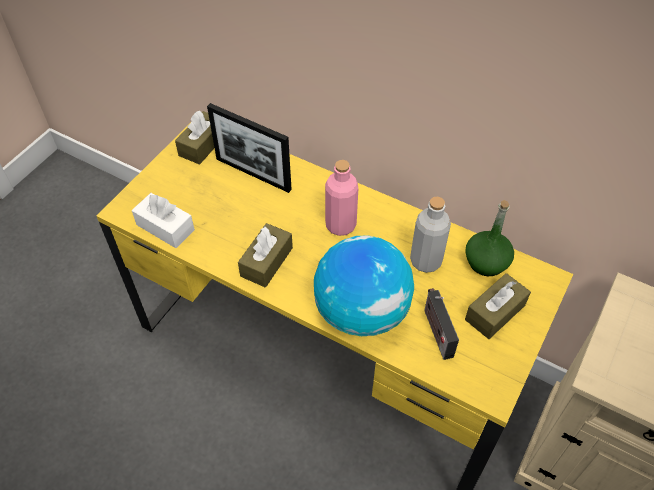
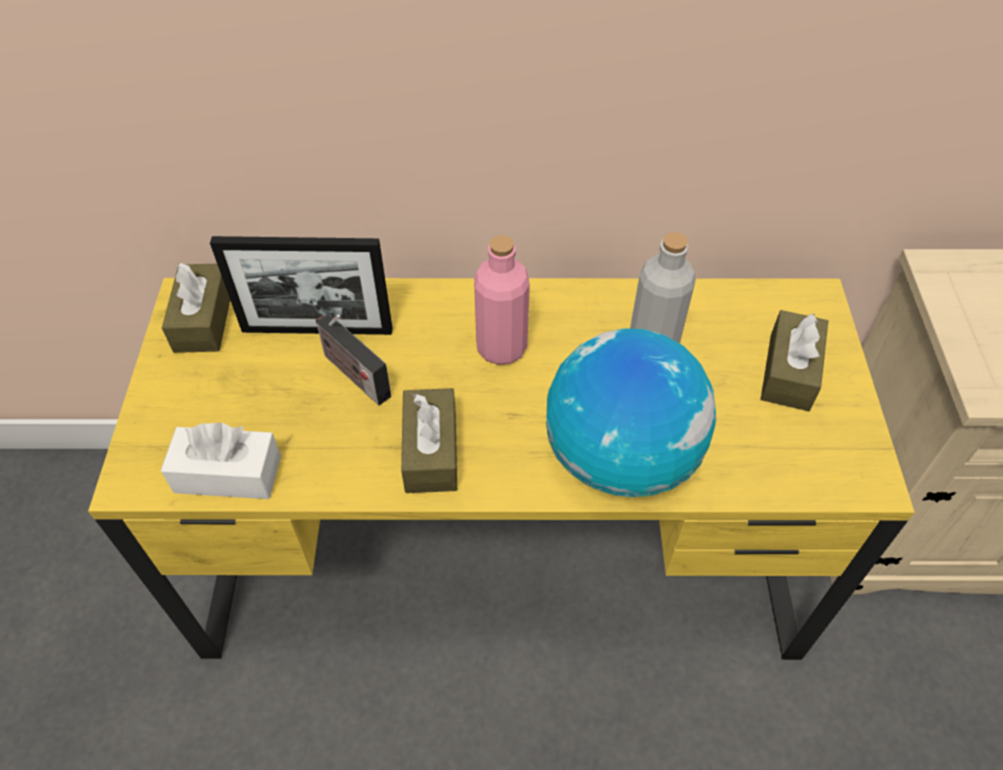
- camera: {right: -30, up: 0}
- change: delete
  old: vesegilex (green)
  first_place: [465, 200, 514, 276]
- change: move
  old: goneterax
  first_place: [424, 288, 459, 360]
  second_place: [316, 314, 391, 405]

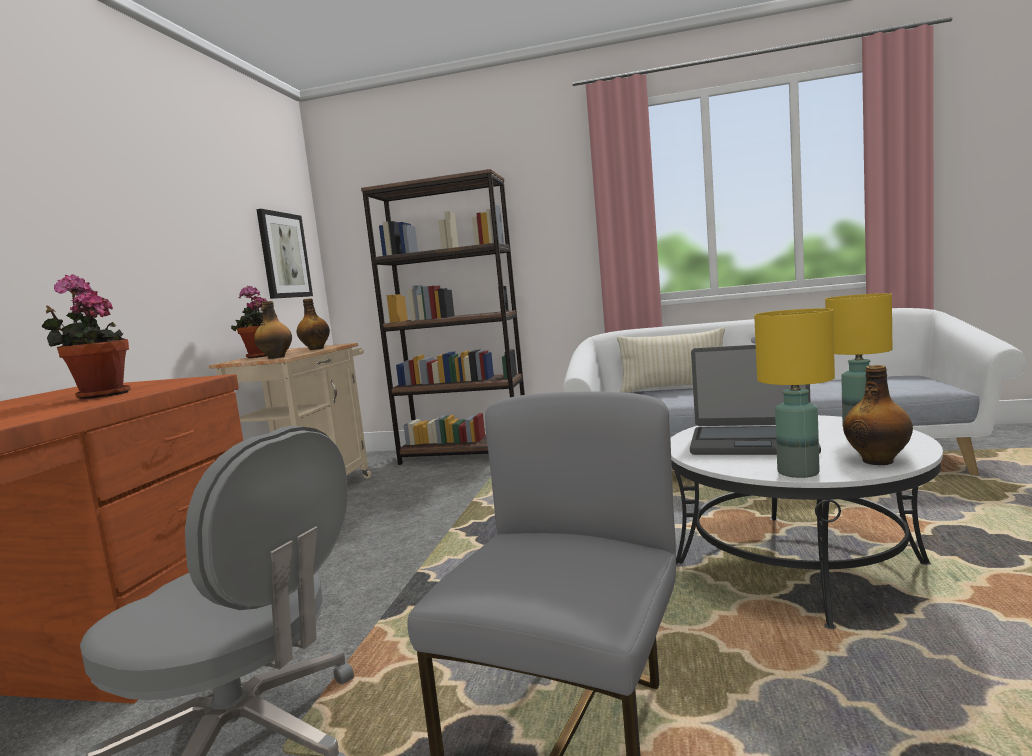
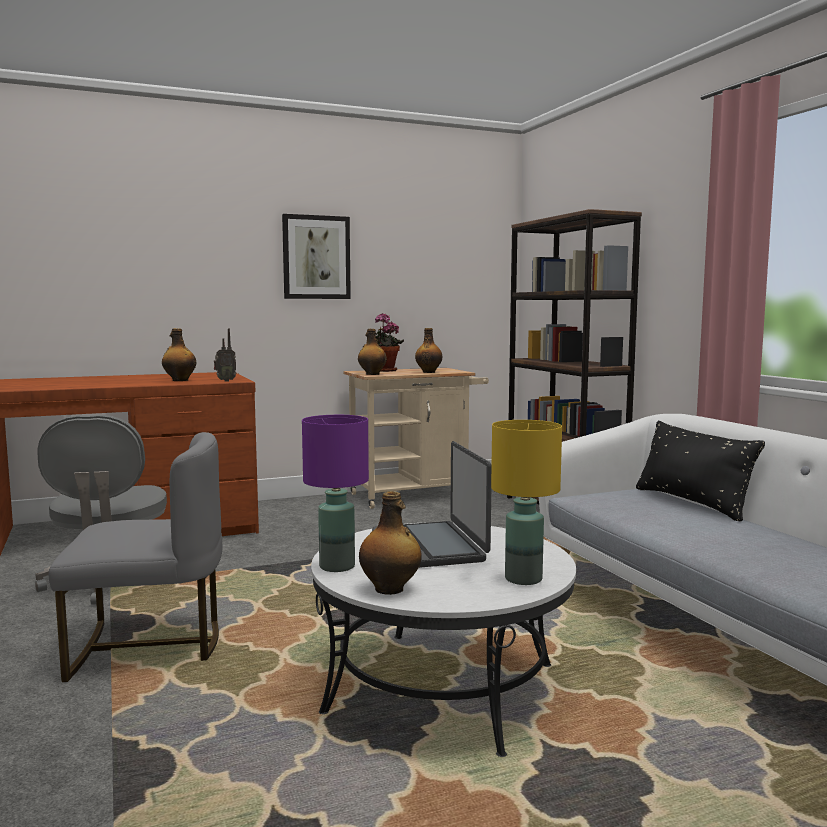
- camera: {right: 55, up: 0}
- change: insert
  new: goneterax
  second_place: [214, 329, 236, 382]
- change: move
  old: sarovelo
  first_place: [256, 209, 313, 299]
  second_place: [282, 214, 351, 299]
- change: replace
  old: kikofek
  new: vesegilex
  first_place: [42, 274, 131, 399]
  second_place: [162, 328, 196, 381]
- change: recolor
  old: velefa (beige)
  new: velefa (black)
  first_place: [617, 328, 725, 393]
  second_place: [636, 421, 765, 522]
- change: recolor
  old: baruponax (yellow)
  new: baruponax (purple)
  first_place: [754, 308, 835, 478]
  second_place: [302, 415, 369, 572]

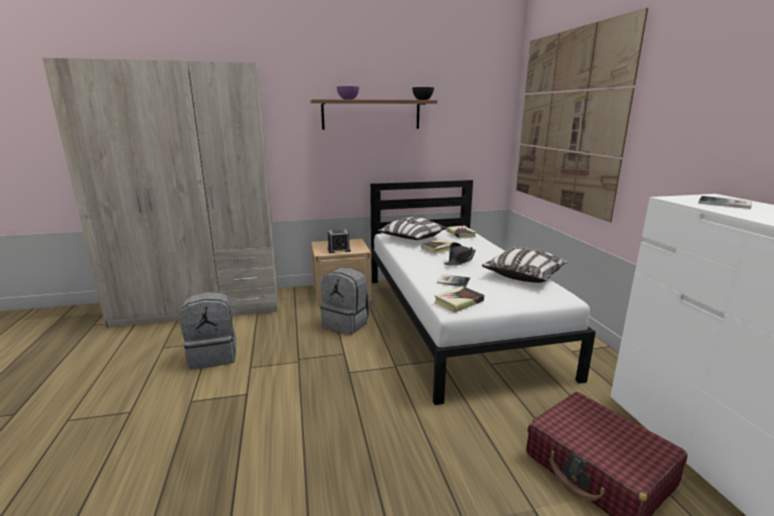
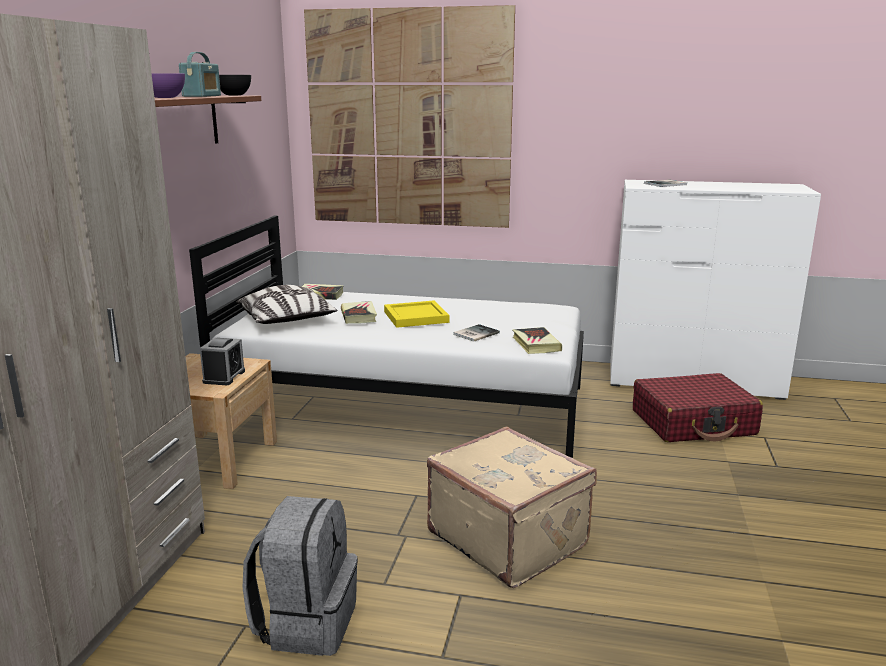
- camera: {right: -65, up: 0}
- change: delete
  old: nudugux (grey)
  first_place: [320, 268, 370, 335]
- change: delete
  old: velefa
  first_place: [482, 247, 568, 283]
- change: insert
  new: goneterax
  second_place: [179, 52, 221, 97]
- change: insert
  new: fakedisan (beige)
  second_place: [427, 426, 597, 588]
- change: replace
  old: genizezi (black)
  new: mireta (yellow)
  first_place: [444, 242, 476, 266]
  second_place: [384, 301, 449, 328]

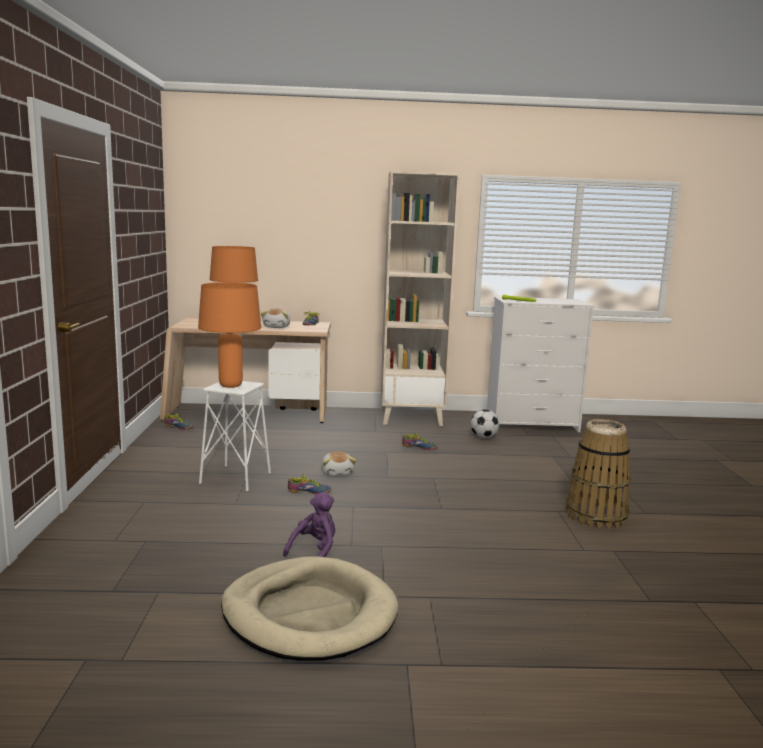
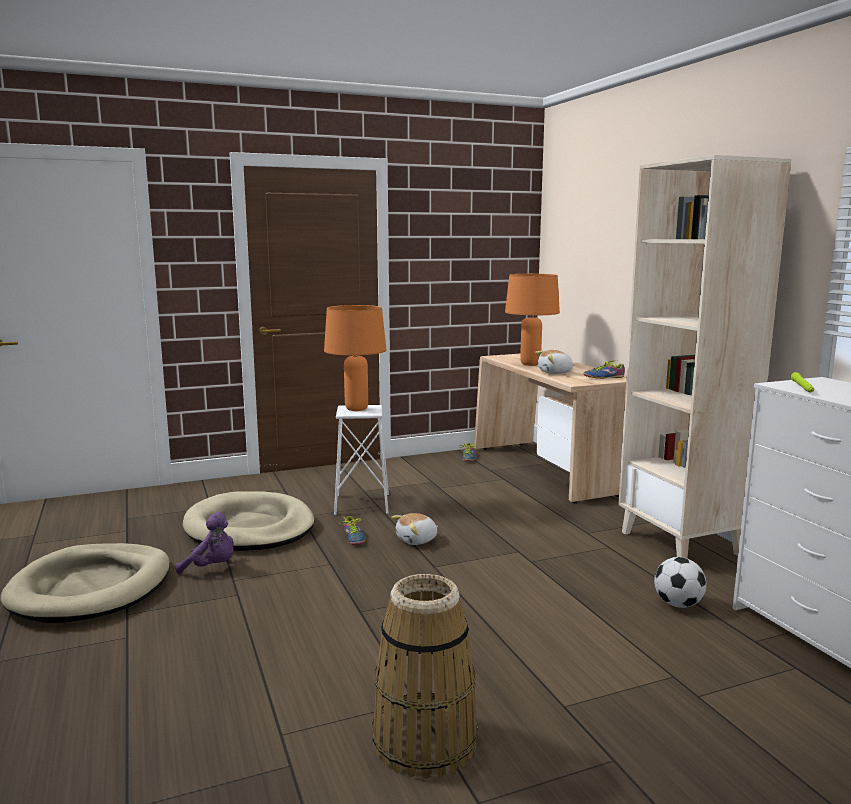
- camera: {right: 70, up: 0}
- change: delete
  old: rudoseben
  first_place: [402, 433, 437, 450]
- change: insert
  new: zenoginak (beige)
  second_place: [183, 491, 314, 551]

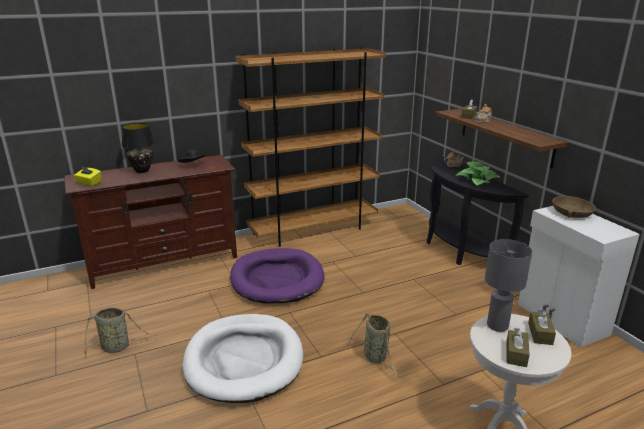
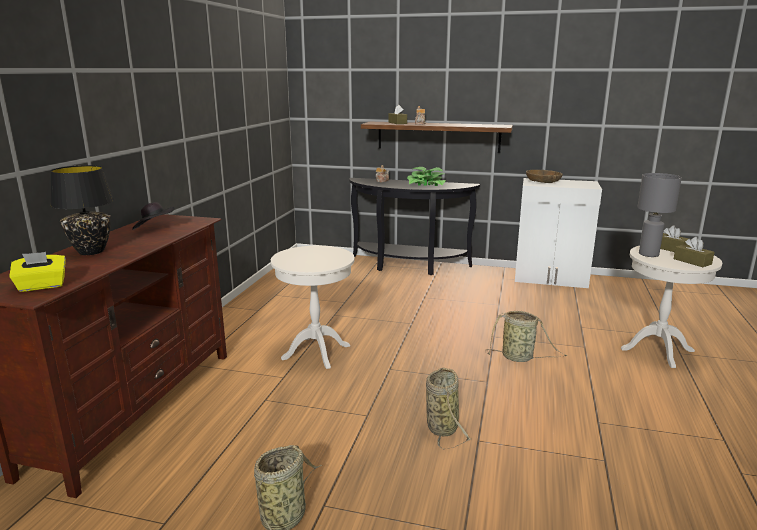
- camera: {right: -50, up: -5}
- change: delete
  old: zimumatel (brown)
  first_place: [235, 47, 386, 247]
- change: replace
  old: zenoginak (white)
  new: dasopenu
  first_place: [183, 314, 303, 403]
  second_place: [426, 368, 472, 449]
- change: replace
  old: zenoginak (purple)
  new: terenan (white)
  first_place: [230, 248, 325, 303]
  second_place: [271, 246, 354, 369]

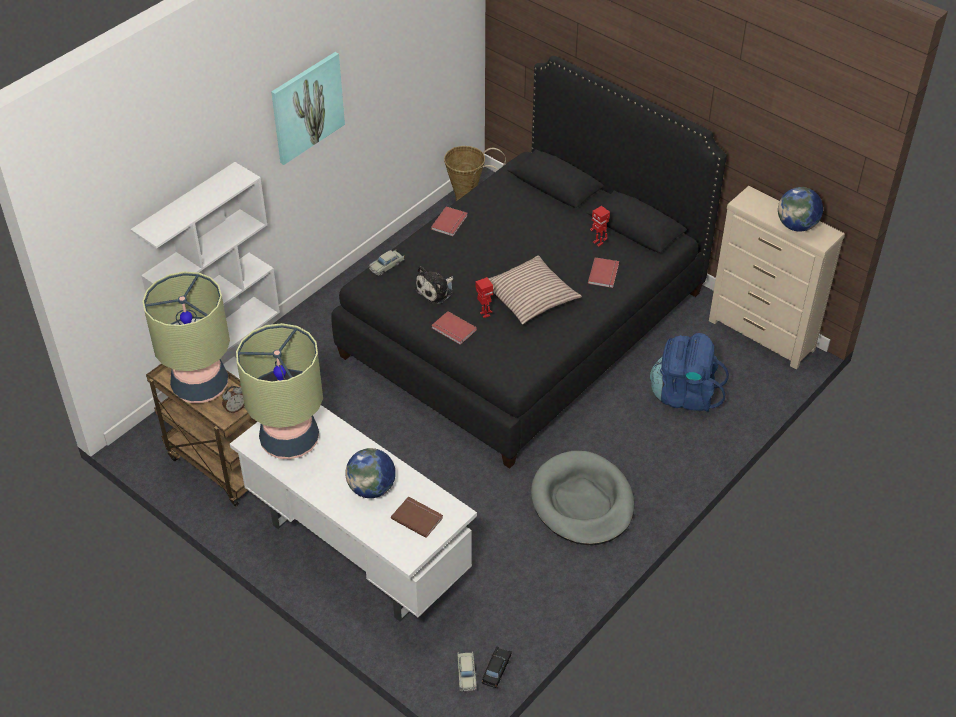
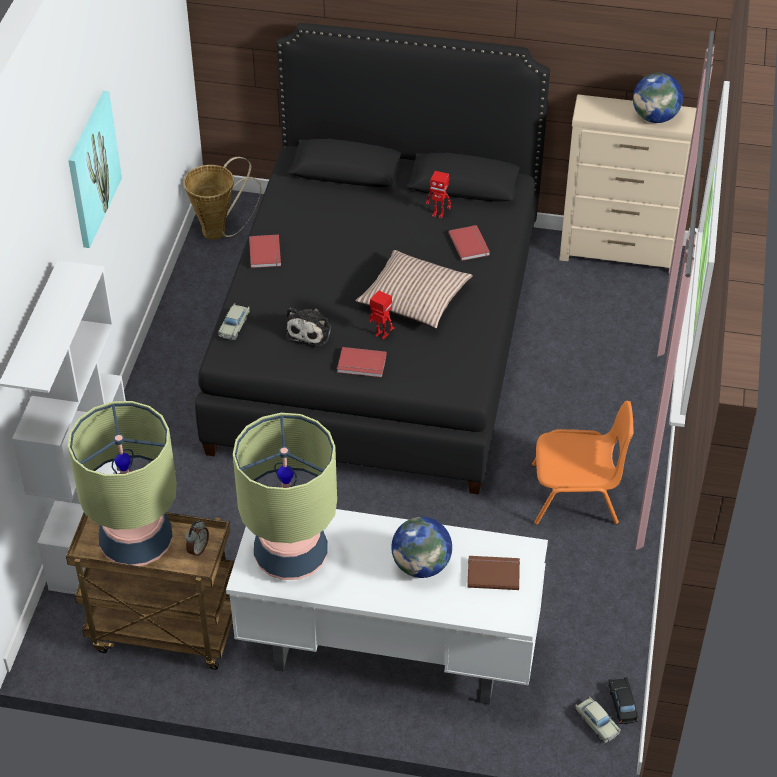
- camera: {right: -30, up: 0}
- change: delete
  old: nudugux (blue)
  first_place: [650, 333, 729, 412]
- change: replace
  old: zenoginak (grey)
  new: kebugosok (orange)
  first_place: [531, 451, 634, 545]
  second_place: [532, 401, 634, 525]

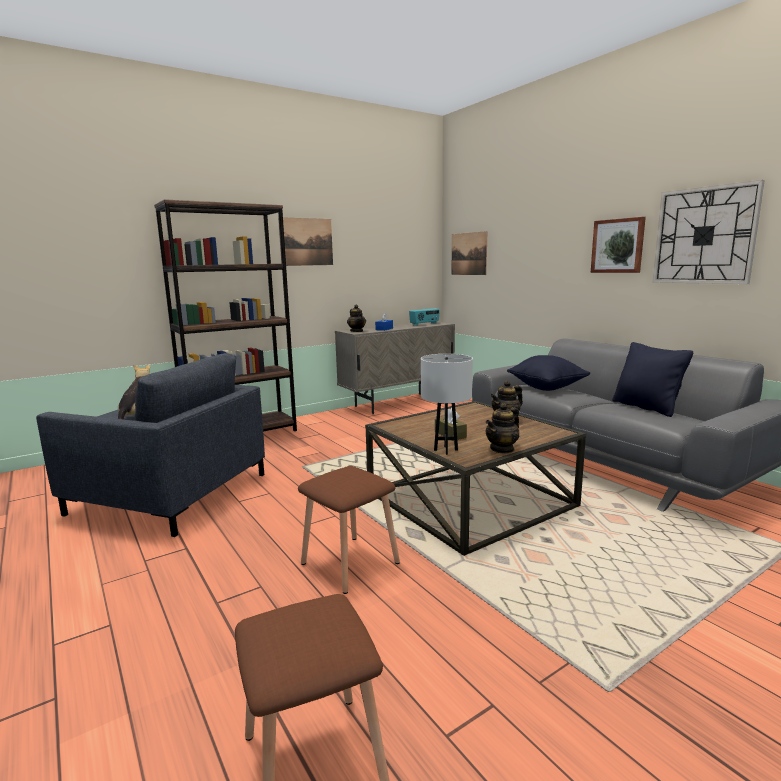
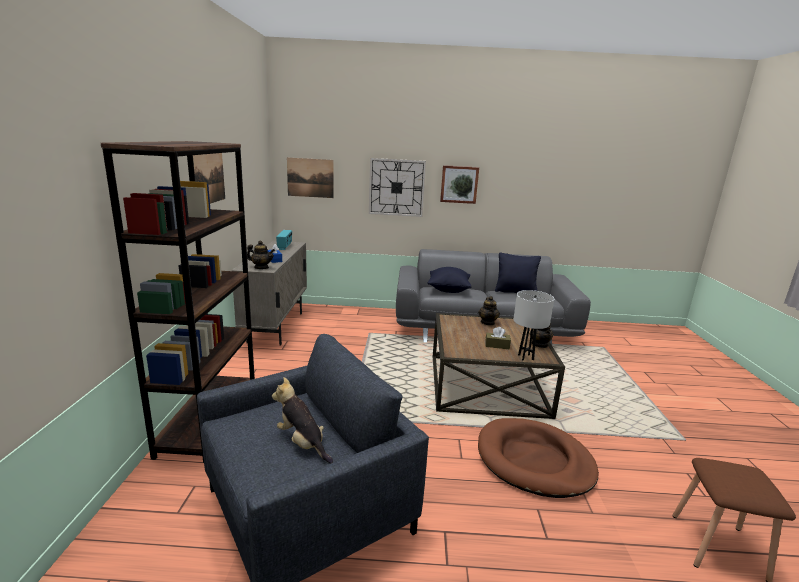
- camera: {right: -55, up: 5}
- change: move
  old: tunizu
  first_place: [653, 180, 765, 284]
  second_place: [369, 158, 426, 217]
- change: replace
  old: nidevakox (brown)
  new: zenoginak (brown)
  first_place: [298, 466, 400, 594]
  second_place: [478, 418, 599, 498]

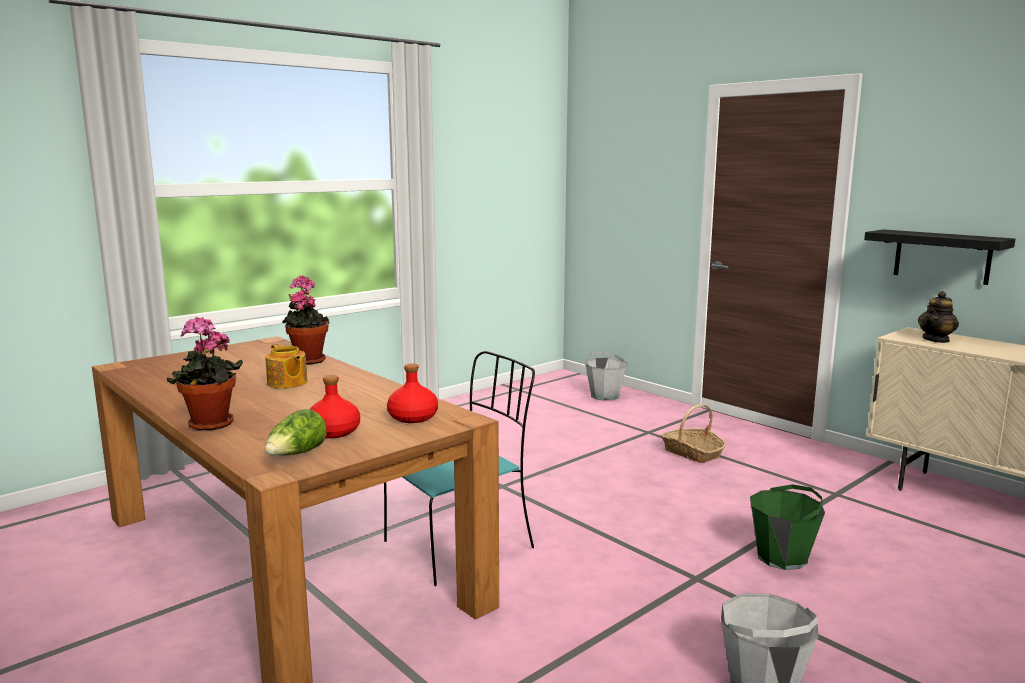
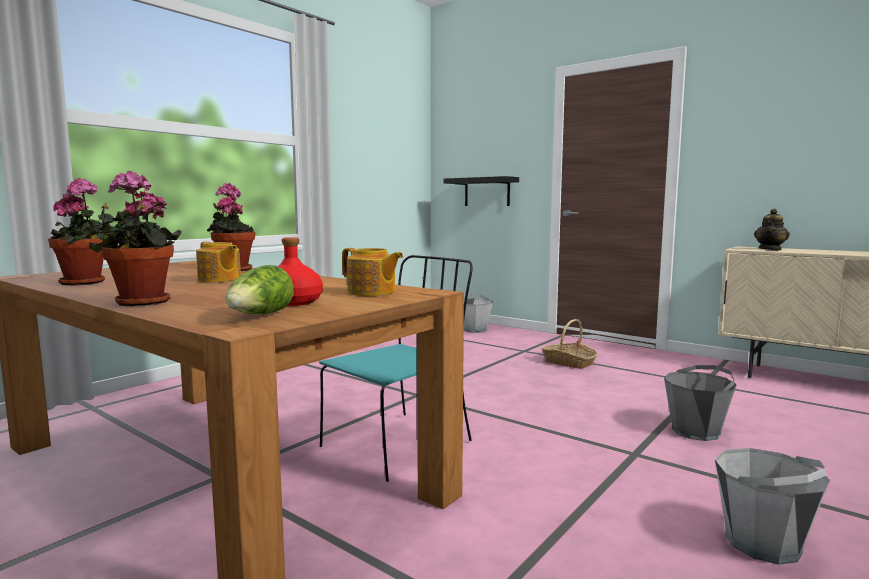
- camera: {right: -10, up: -5}
- change: insert
  new: kikofek
  second_place: [48, 178, 114, 285]
- change: move
  old: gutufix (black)
  first_place: [864, 229, 1015, 285]
  second_place: [444, 176, 519, 206]
- change: replace
  old: vesegilex (red)
  new: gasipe
  first_place: [387, 363, 438, 423]
  second_place: [342, 248, 404, 296]
- change: recolor
  old: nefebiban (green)
  new: nefebiban (grey)
  first_place: [750, 484, 825, 570]
  second_place: [664, 365, 737, 441]

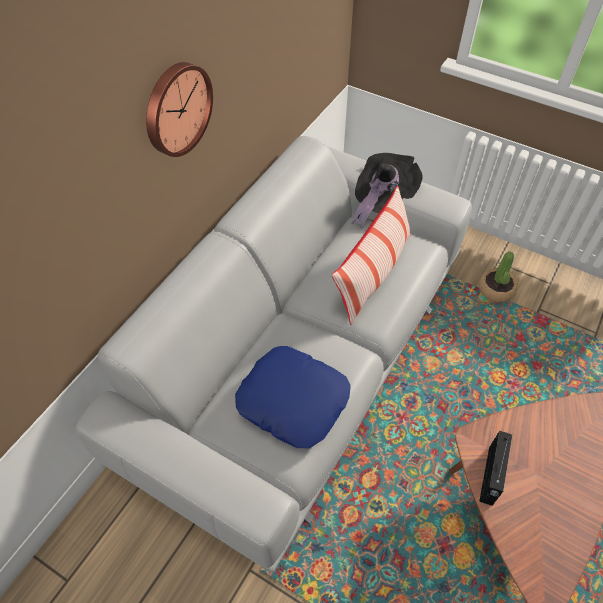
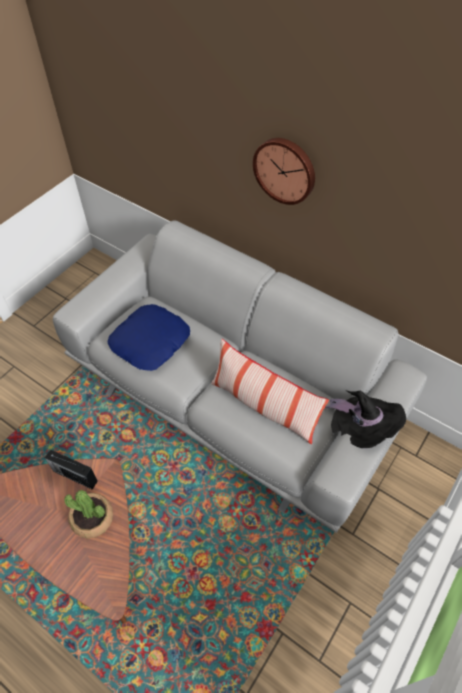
- camera: {right: 95, up: 0}
- change: move
  old: kikofek
  first_place: [479, 251, 518, 303]
  second_place: [64, 490, 113, 538]

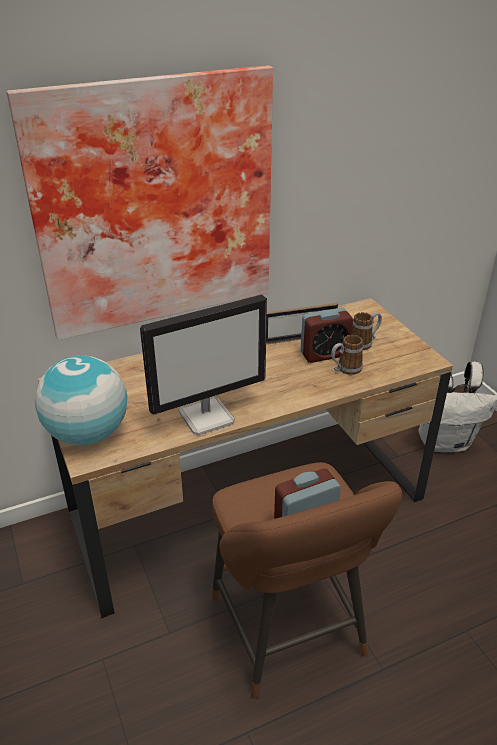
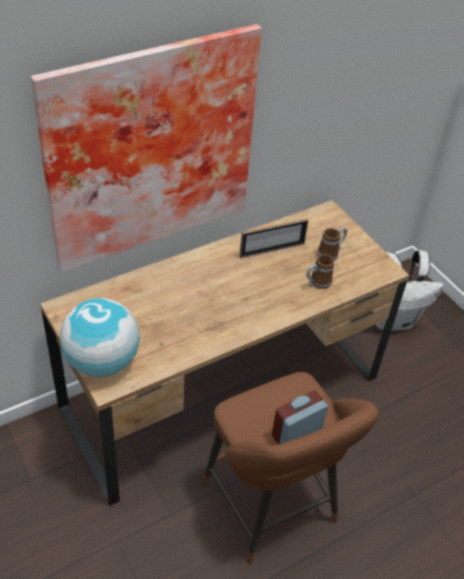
- camera: {right: -10, up: 10}
- change: delete
  old: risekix
  first_place: [140, 295, 267, 435]
- change: delete
  old: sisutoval
  first_place: [301, 308, 353, 363]

